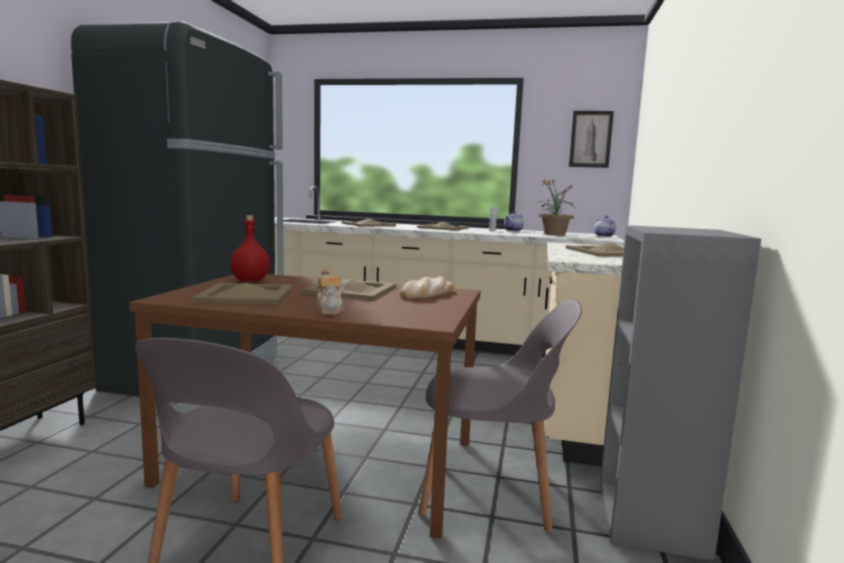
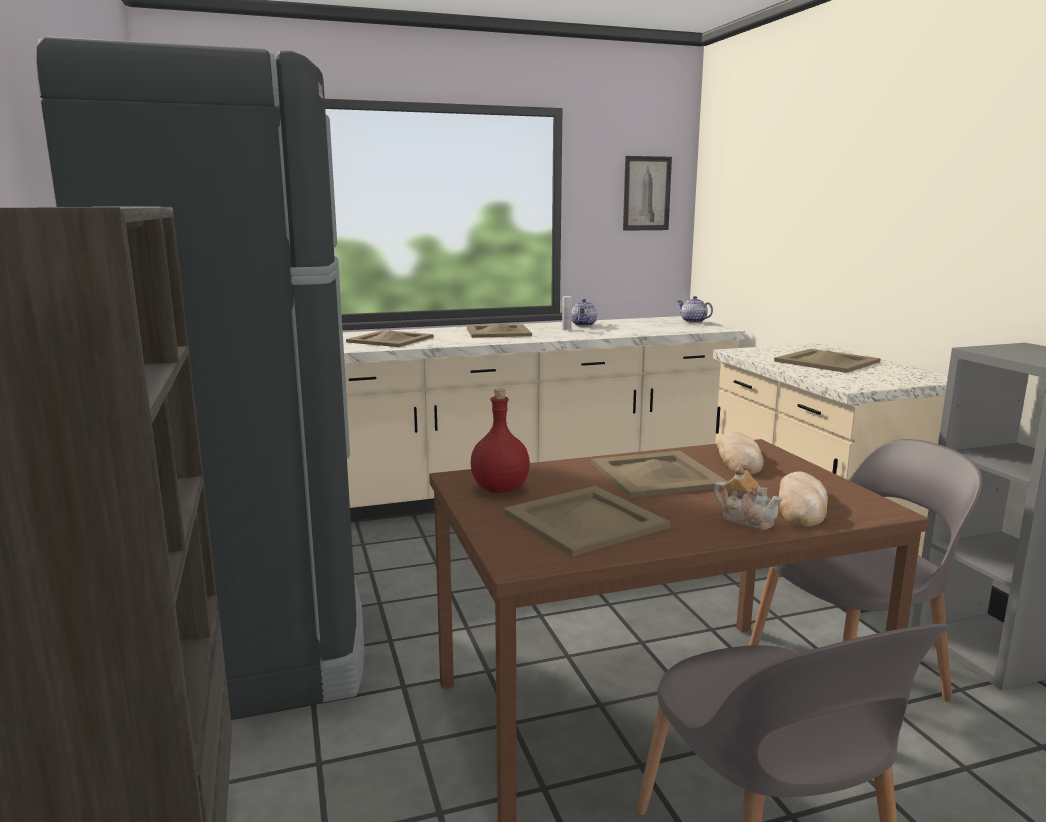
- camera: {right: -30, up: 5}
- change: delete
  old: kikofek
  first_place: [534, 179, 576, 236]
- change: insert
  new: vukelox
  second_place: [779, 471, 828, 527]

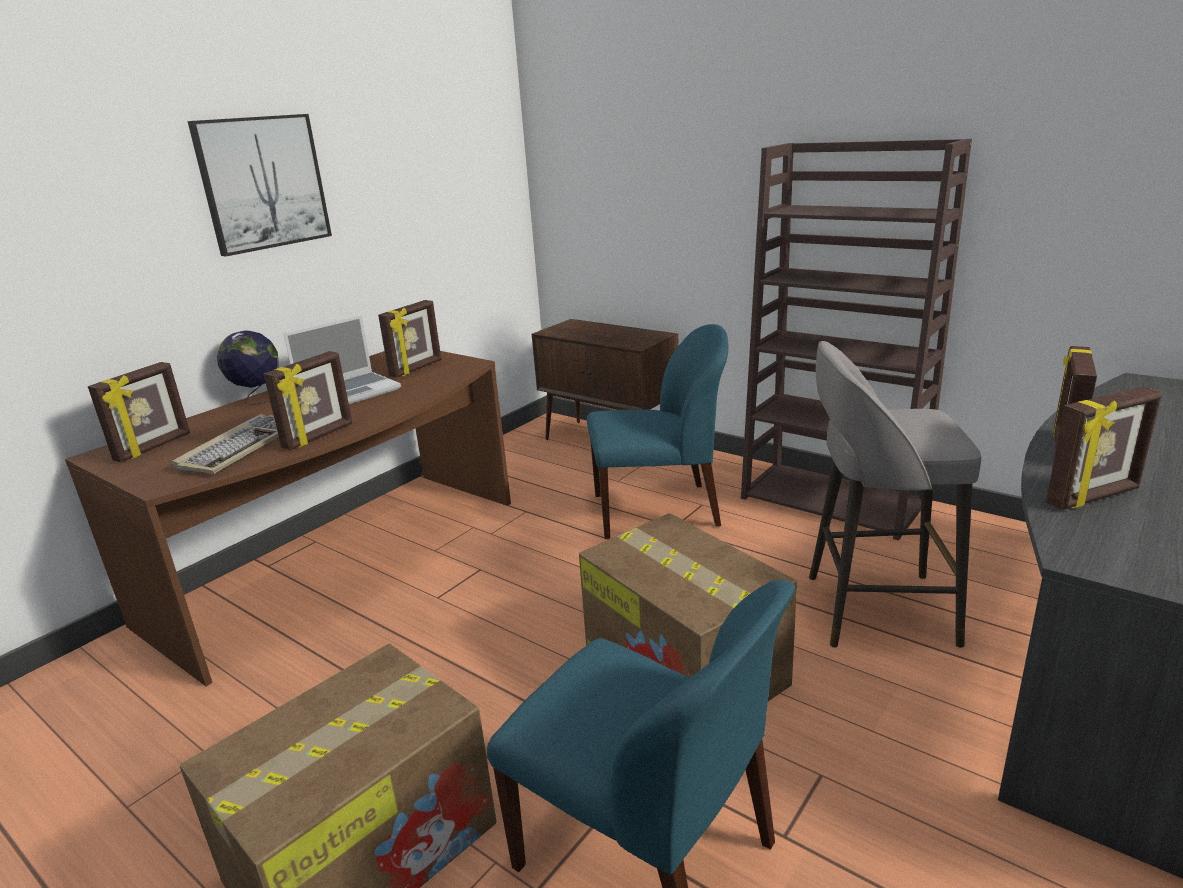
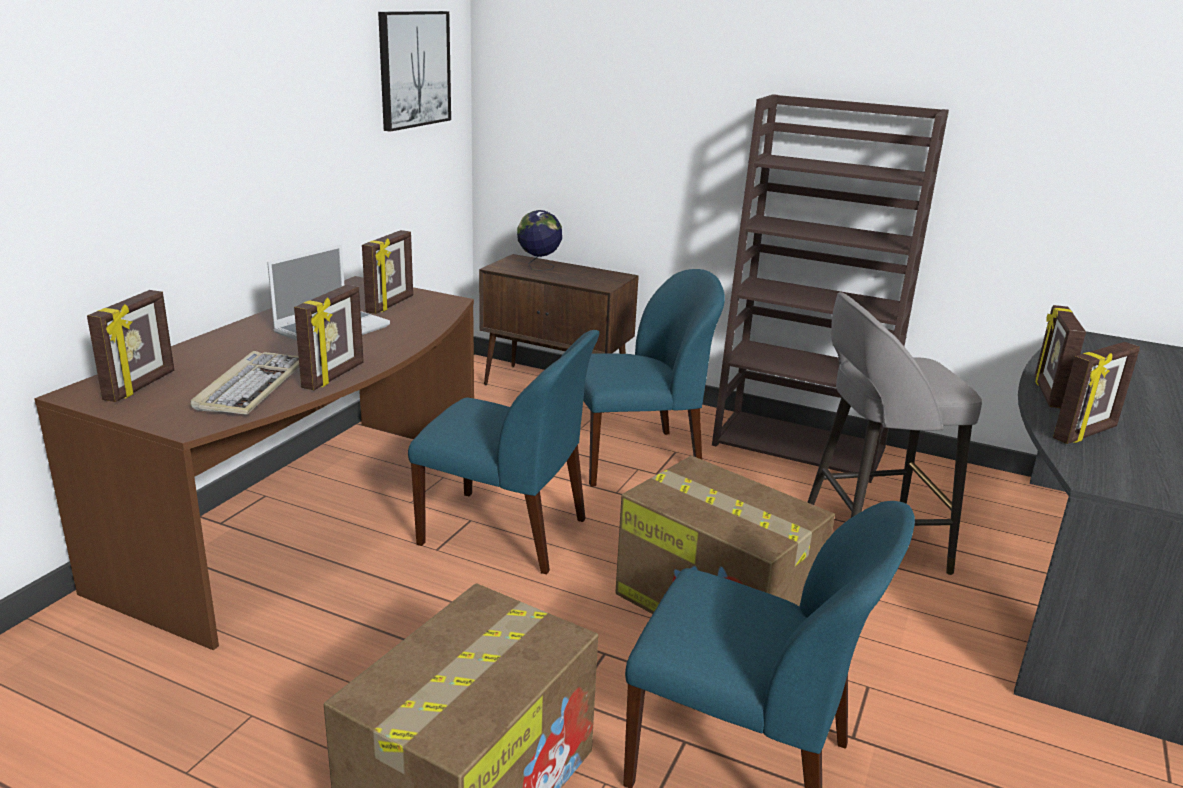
- camera: {right: -15, up: 0}
- change: insert
  new: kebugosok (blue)
  second_place: [408, 330, 599, 574]
- change: move
  old: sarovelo
  first_place: [187, 114, 332, 256]
  second_place: [378, 11, 451, 132]
- change: move
  old: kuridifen
  first_place: [217, 330, 278, 405]
  second_place: [517, 210, 562, 271]

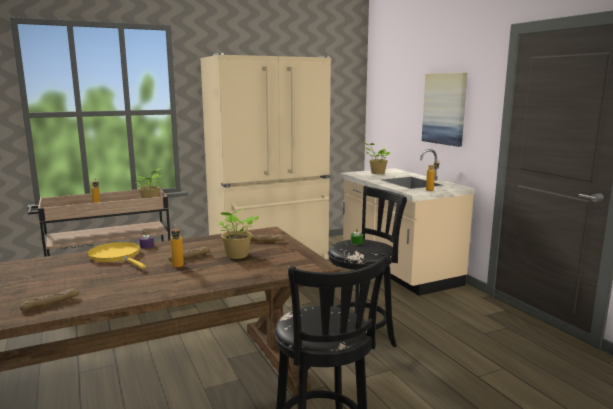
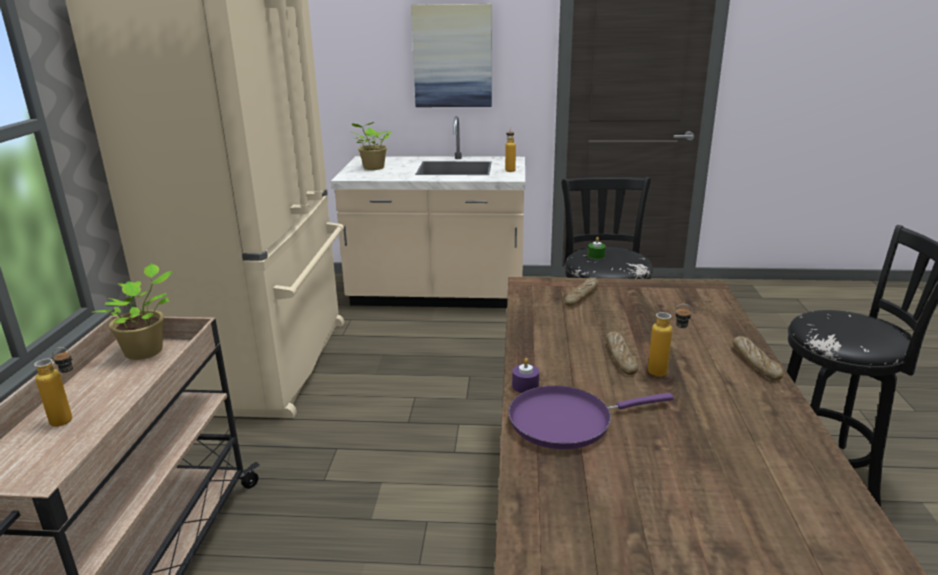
- camera: {right: -60, up: 10}
- change: delete
  old: kikofek
  first_place: [214, 209, 259, 259]
- change: move
  old: vukelox
  first_place: [20, 288, 79, 311]
  second_place: [733, 336, 783, 381]
- change: recolor
  old: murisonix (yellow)
  new: murisonix (purple)
  first_place: [87, 242, 146, 269]
  second_place: [508, 386, 674, 449]

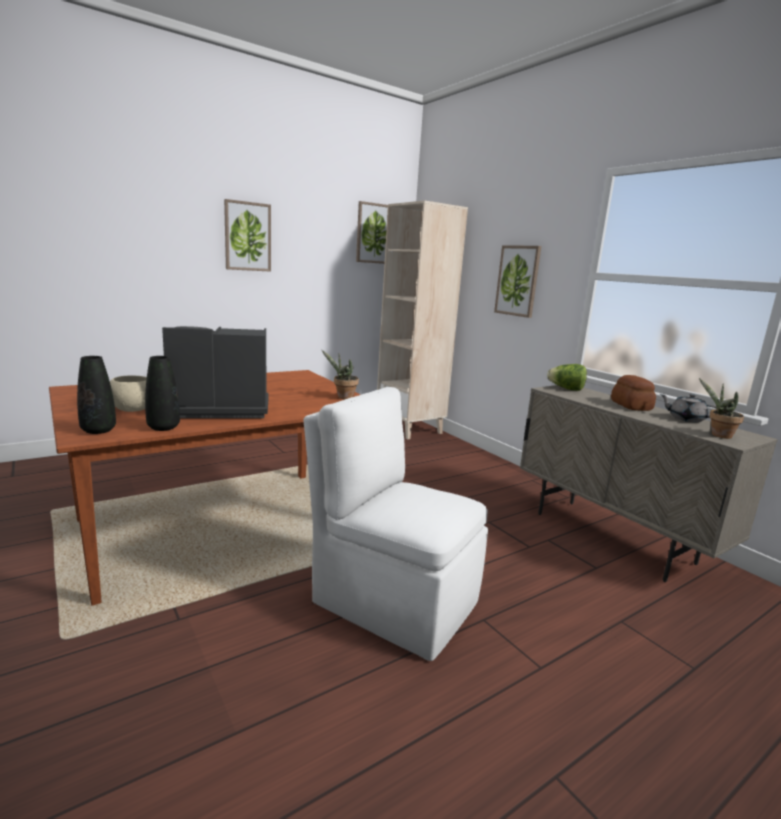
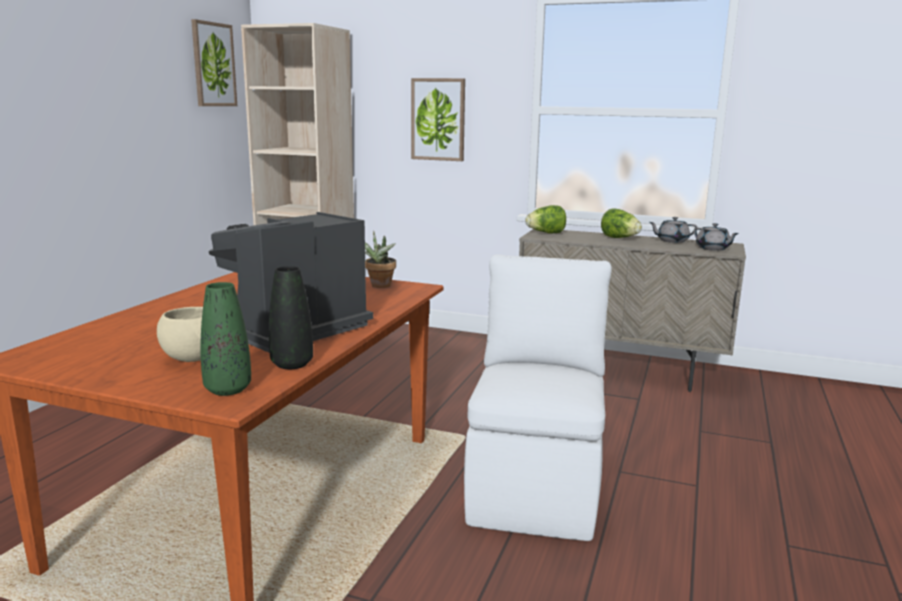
- camera: {right: -35, up: 0}
- change: delete
  old: sarovelo
  first_place: [224, 199, 271, 272]
- change: replace
  old: vukelox
  new: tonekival
  first_place: [611, 375, 656, 411]
  second_place: [601, 209, 642, 238]
- change: replace
  old: kikofek
  new: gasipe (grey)
  first_place: [699, 378, 744, 439]
  second_place: [694, 223, 739, 251]
- change: recolor
  old: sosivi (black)
  new: sosivi (green)
  first_place: [77, 356, 116, 434]
  second_place: [200, 282, 251, 396]
- change: rotate
  old: kebugosok (white)
  first_place: [303, 387, 488, 661]
  second_place: [464, 254, 612, 541]
  degrees: 105

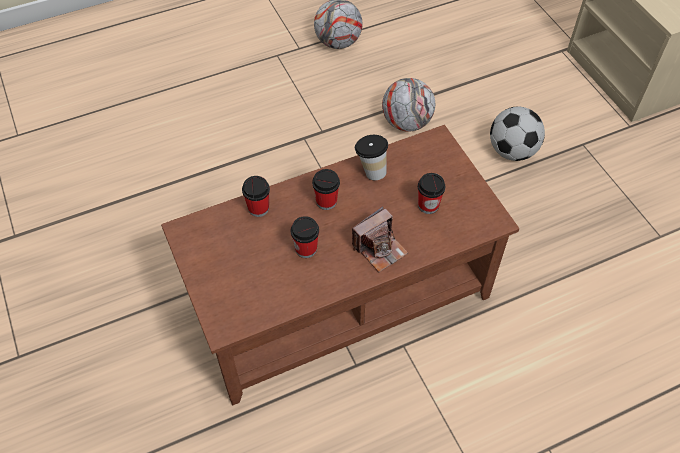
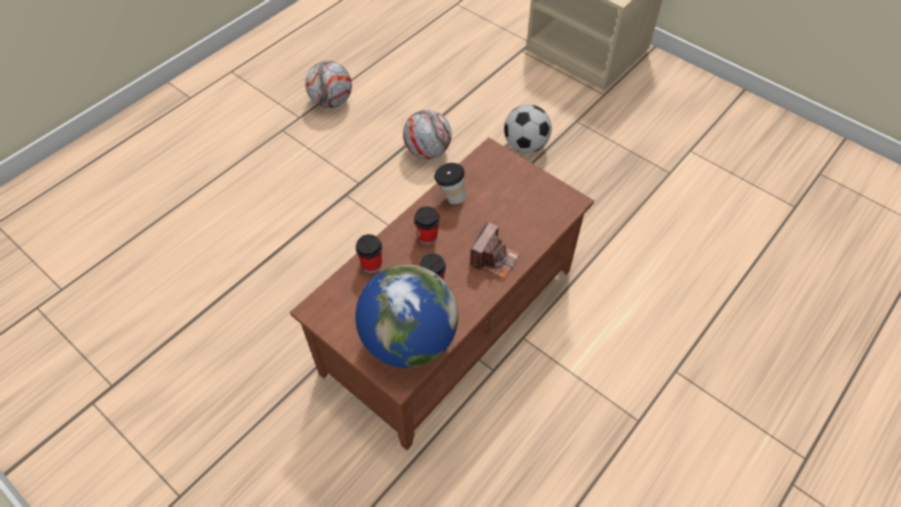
- camera: {right: -25, up: 0}
- change: delete
  old: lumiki
  first_place: [418, 173, 445, 214]
- change: insert
  new: kuridifen
  second_place: [355, 265, 458, 368]

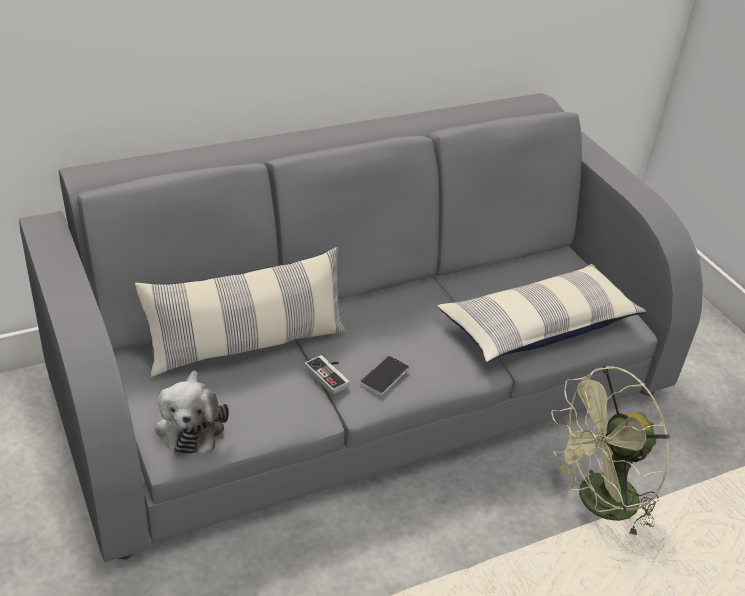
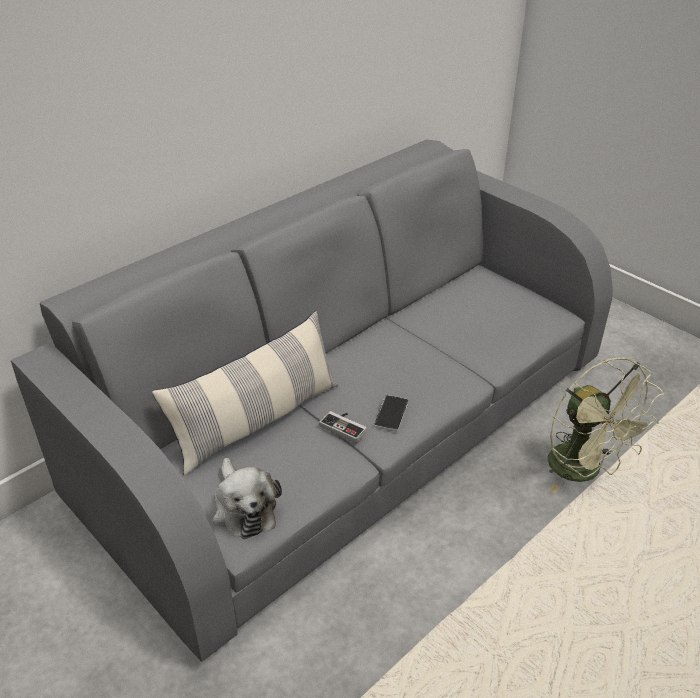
- camera: {right: -15, up: 0}
- change: delete
  old: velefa
  first_place: [437, 264, 646, 362]
- change: rotate
  old: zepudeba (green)
  first_place: [551, 365, 670, 536]
  second_place: [548, 357, 664, 494]
  degrees: -75

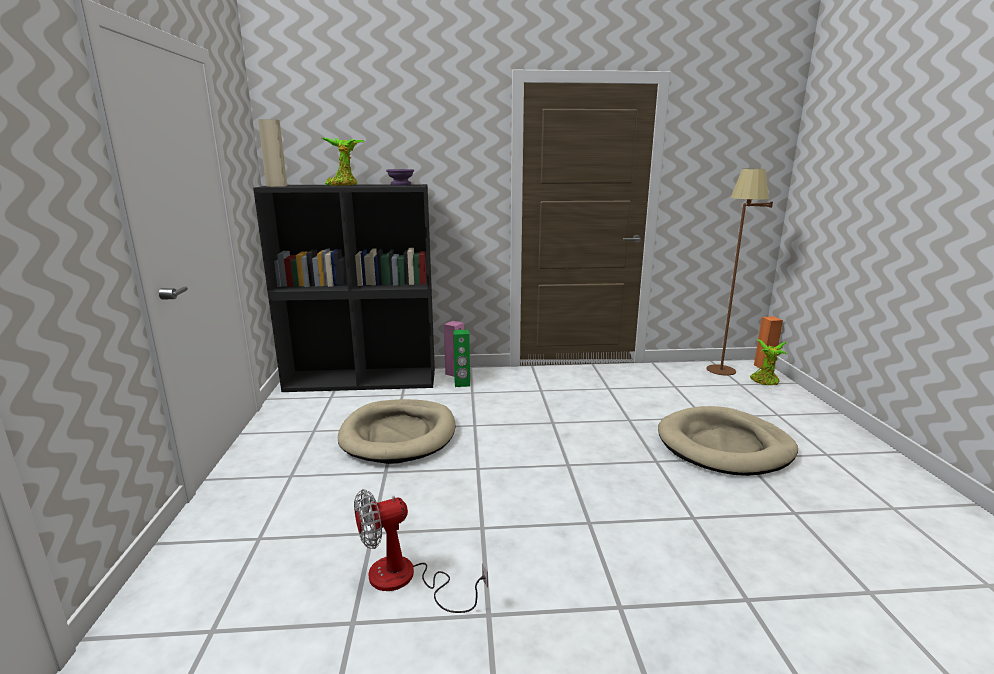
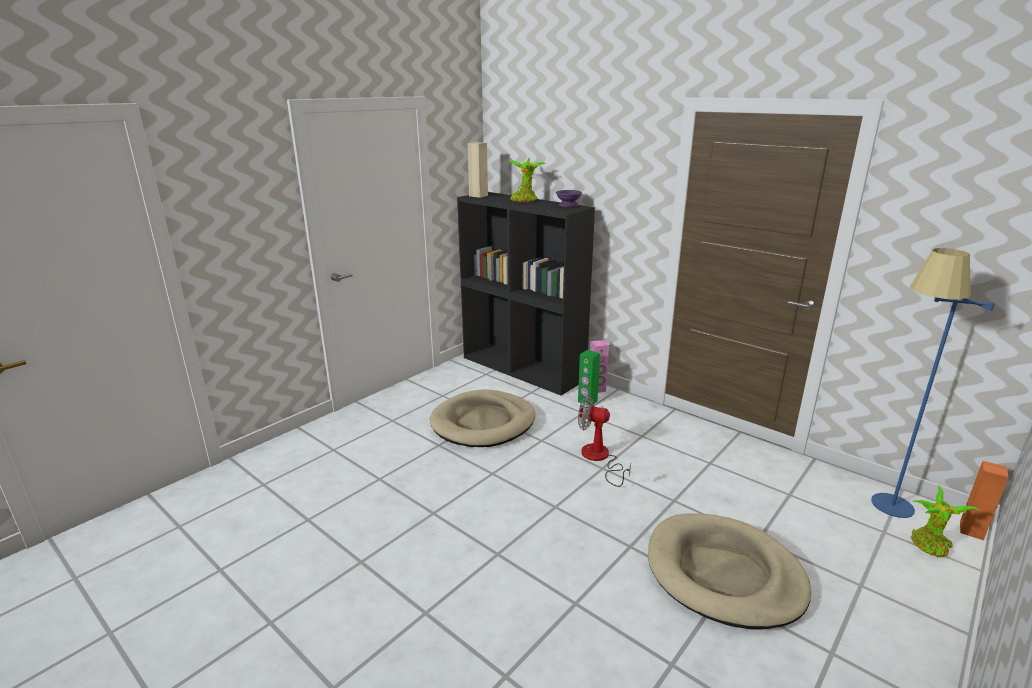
- camera: {right: 45, up: 5}
- change: move
  old: zepudeba
  first_place: [354, 489, 488, 613]
  second_place: [578, 396, 631, 487]
- change: recolor
  old: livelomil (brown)
  new: livelomil (blue)
  first_place: [706, 169, 773, 375]
  second_place: [871, 248, 995, 518]

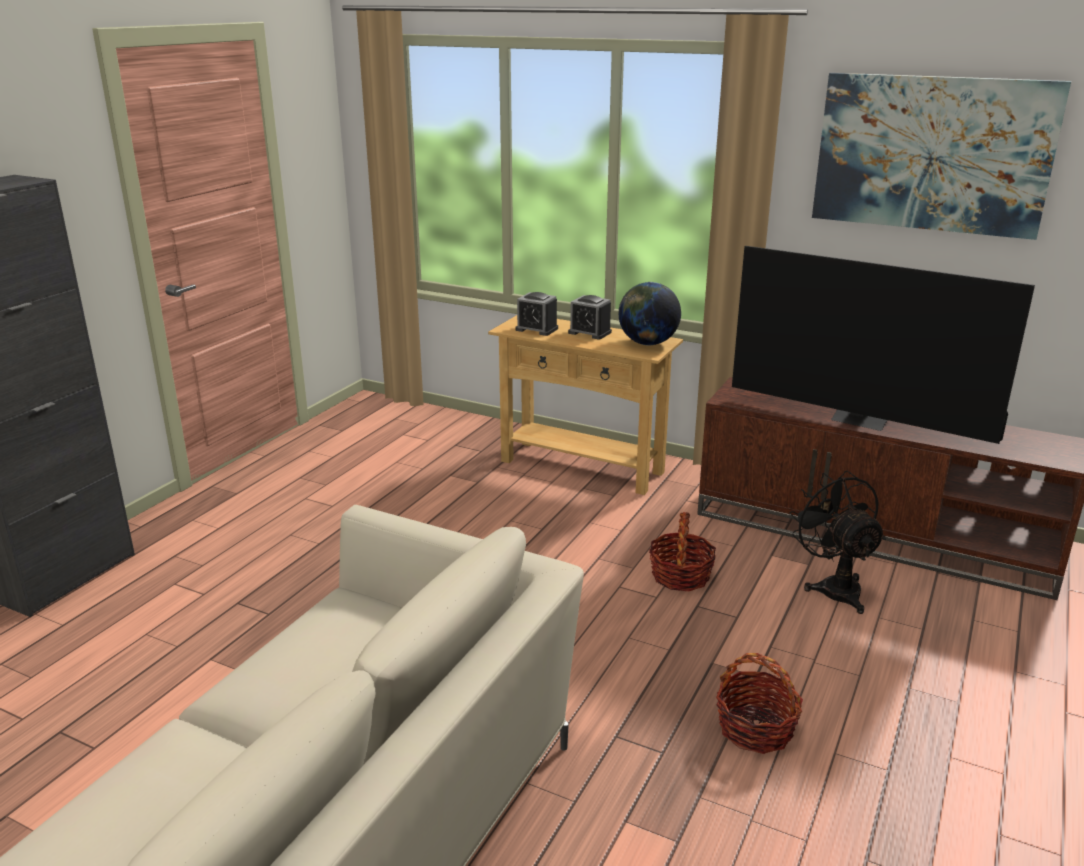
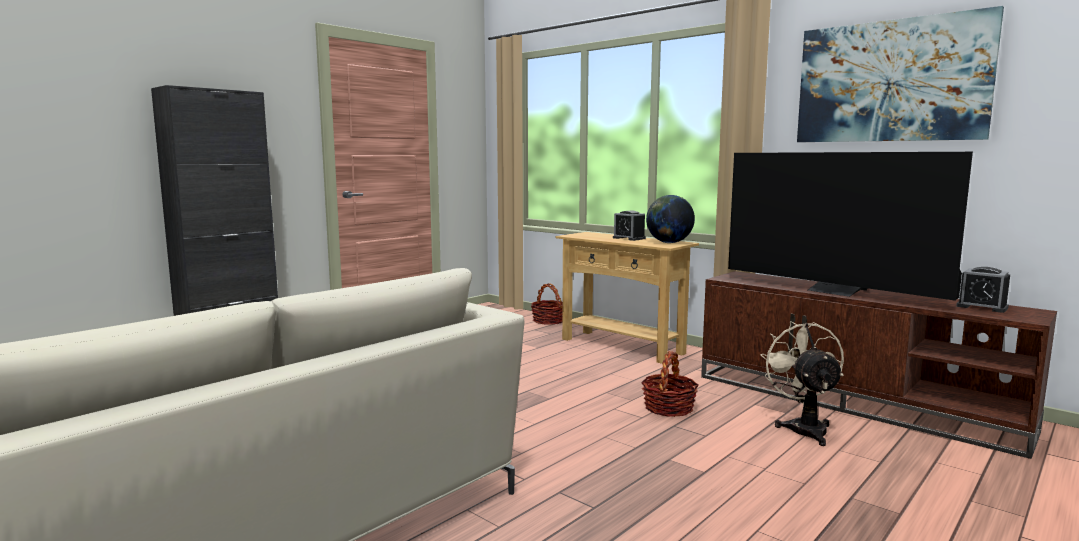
- camera: {right: 15, up: -15}
- change: move
  old: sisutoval
  first_place: [515, 292, 558, 336]
  second_place: [956, 267, 1010, 313]
- change: move
  old: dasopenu
  first_place: [716, 653, 803, 754]
  second_place: [531, 283, 563, 325]
- change: recolor
  old: zepudeba (black)
  new: zepudeba (beige)
  first_place: [789, 471, 886, 614]
  second_place: [760, 321, 844, 446]

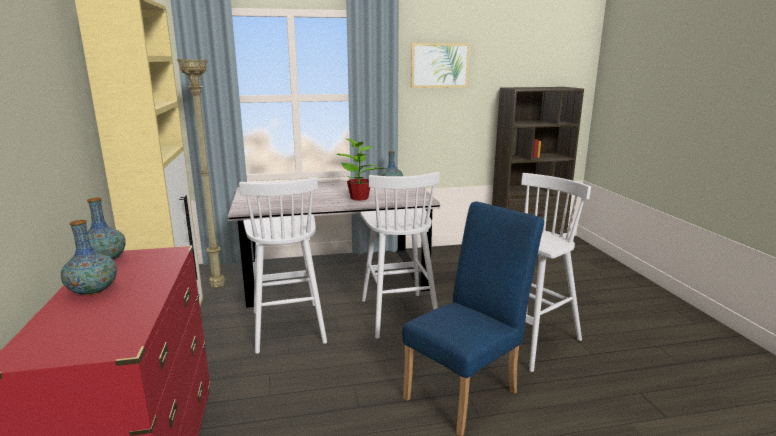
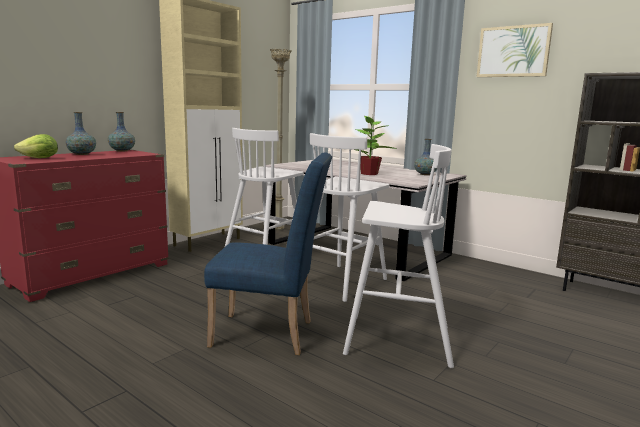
- camera: {right: 50, up: -5}
- change: insert
  new: tonekival
  second_place: [14, 134, 58, 158]

